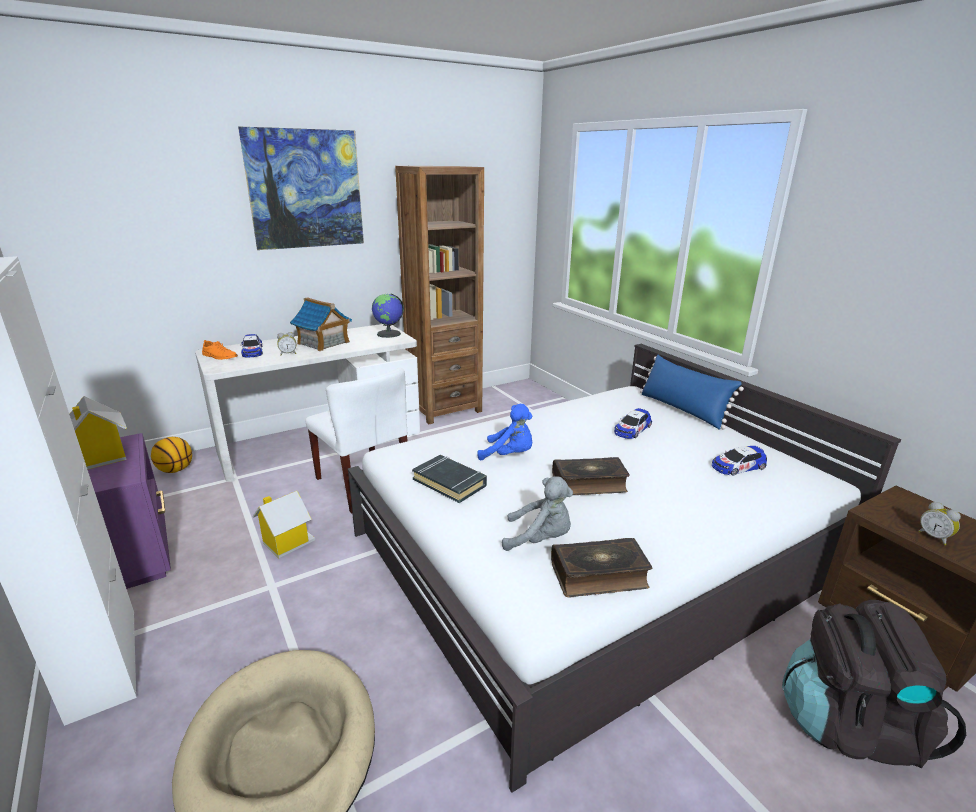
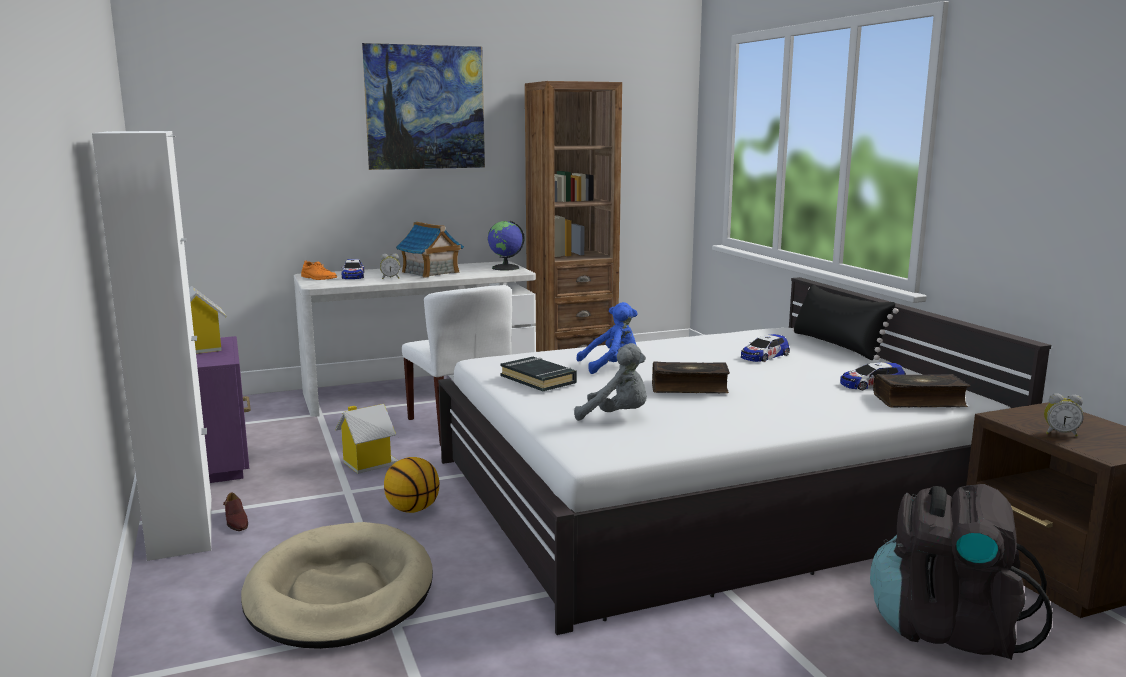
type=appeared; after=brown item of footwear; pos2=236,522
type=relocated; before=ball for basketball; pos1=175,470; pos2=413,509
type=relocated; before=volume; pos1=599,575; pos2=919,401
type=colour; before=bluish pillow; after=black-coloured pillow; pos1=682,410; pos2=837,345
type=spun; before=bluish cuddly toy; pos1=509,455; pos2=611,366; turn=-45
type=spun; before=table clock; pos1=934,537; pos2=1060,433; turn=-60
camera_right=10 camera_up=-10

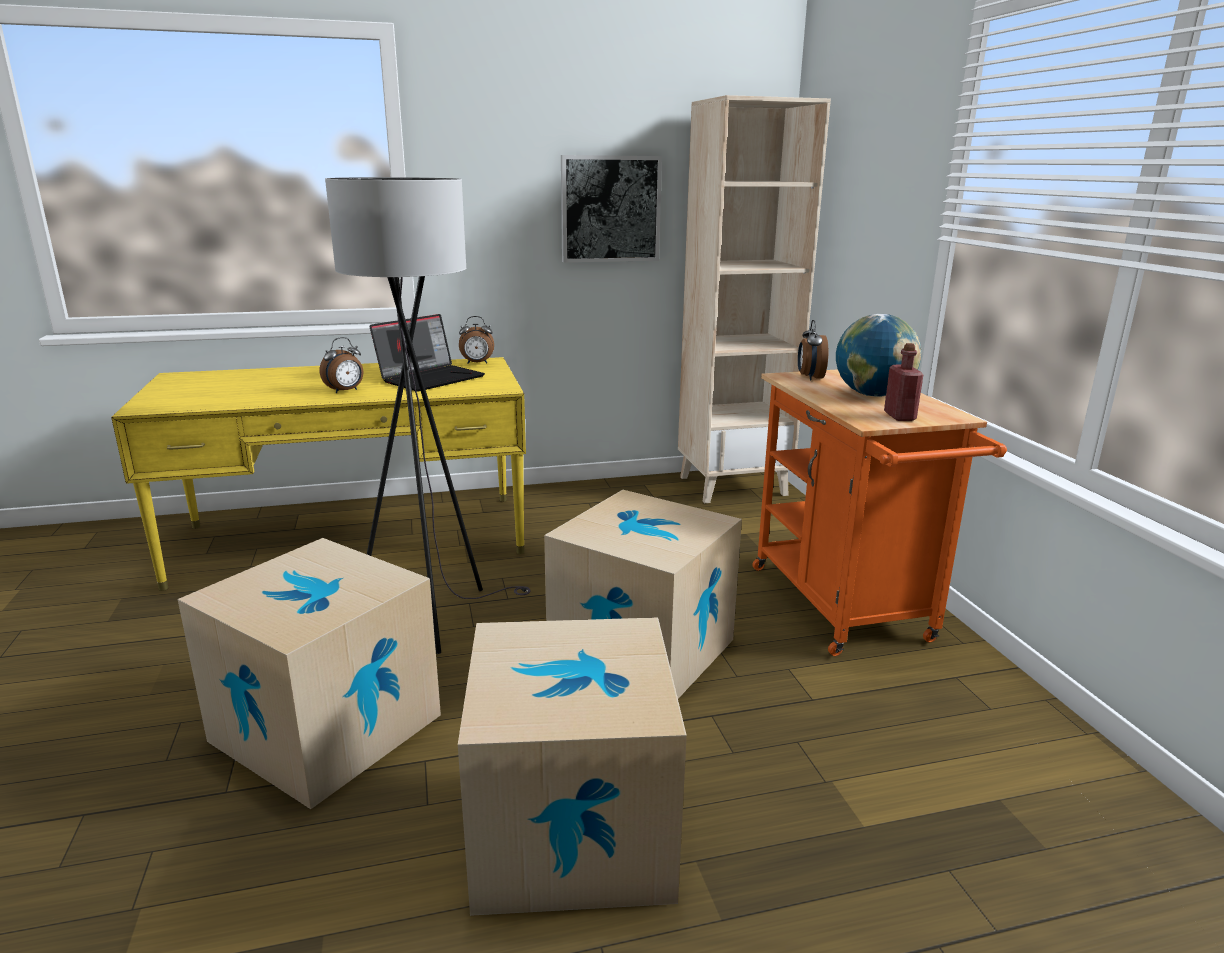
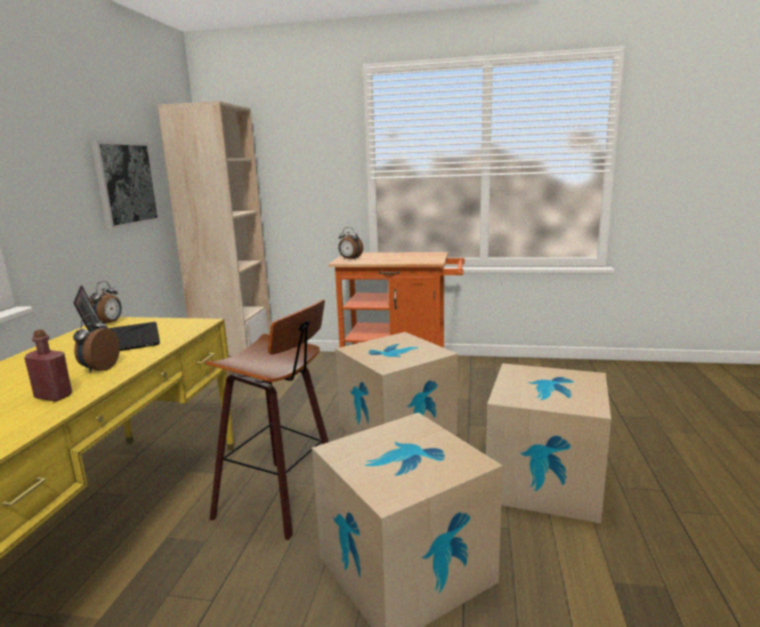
type=missing; before=globe; pos1=872,395
type=relocated; before=red bottle; pos1=899,416; pos2=53,396
type=exchanged; before=gray standard lamp; after=stool; pos1=434,613; pos2=283,499
type=spun; before=table clock; pos1=345,391; pos2=99,369; turn=-150
camera_right=-65 camera_up=-5

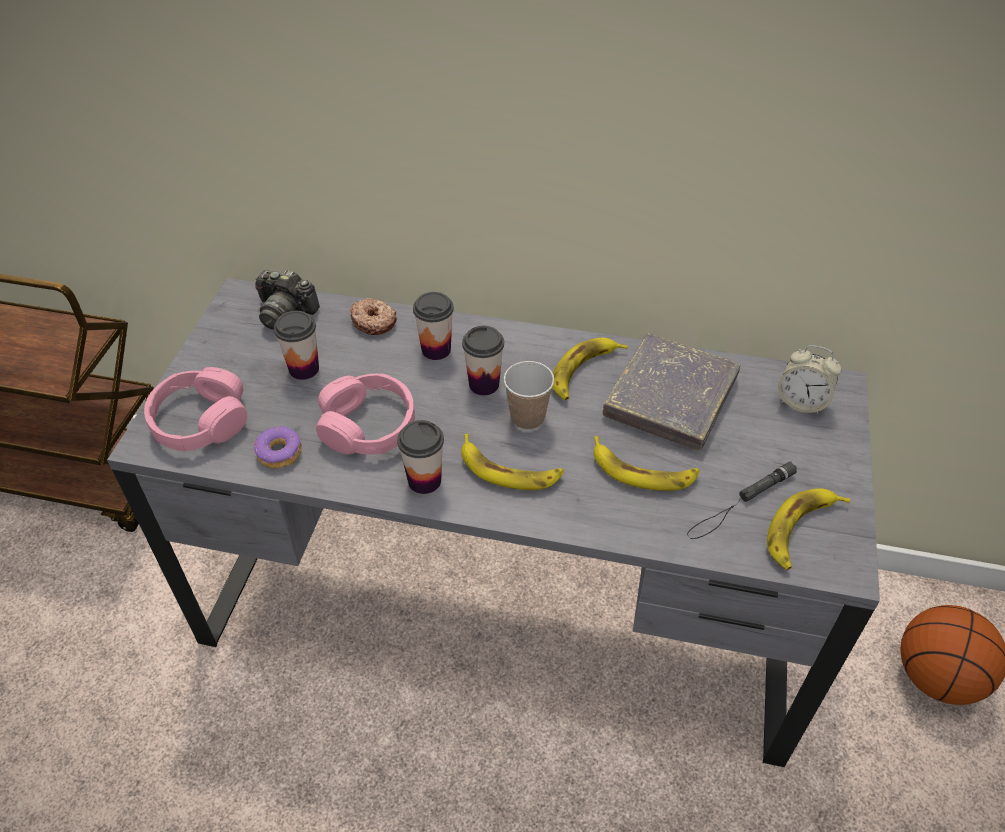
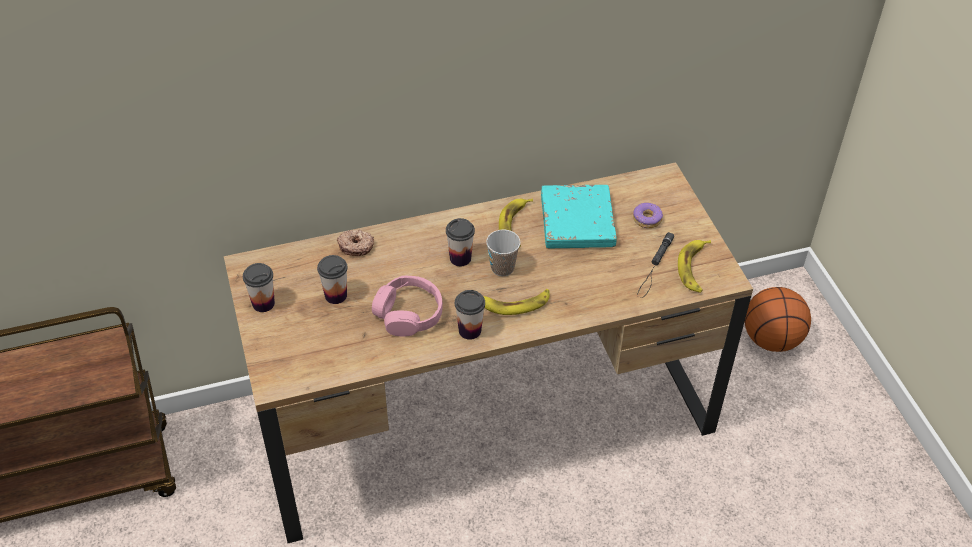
type=missing; before=pinkish pair of headphones; pos1=200,421
type=missing; before=still camera; pos1=285,312
type=missing; before=banana fruit; pos1=642,471
type=missing; before=table clock; pos1=801,402
type=relocated; before=ring doughnut; pos1=280,453; pos2=647,219
type=relocated; before=small cup; pos1=436,350; pos2=263,303
type=colour; before=gray desk; after=brown desk; pos1=502,602; pos2=484,417
type=colour; before=gray volume; after=blue-green volume; pos1=671,397; pos2=577,221
camera_right=-30 camera_up=0

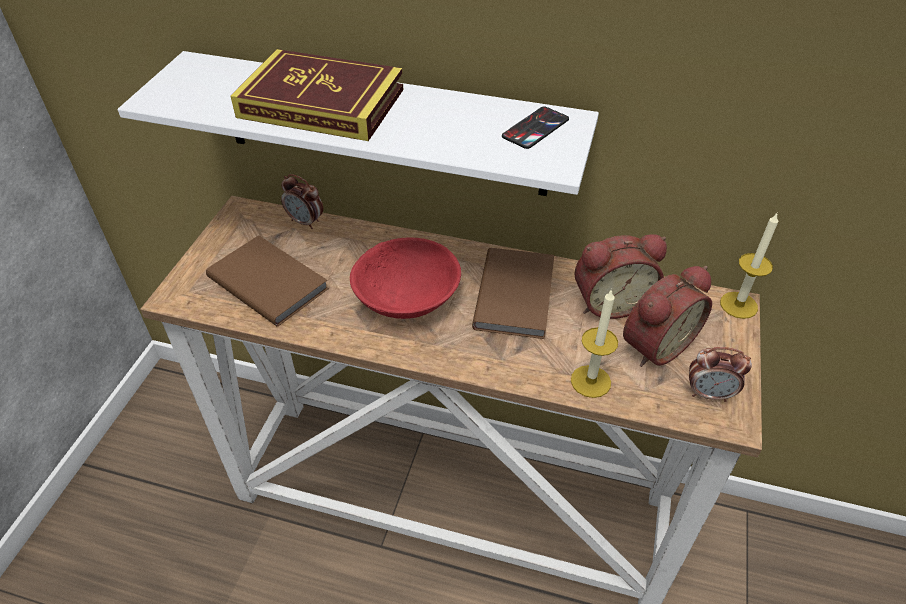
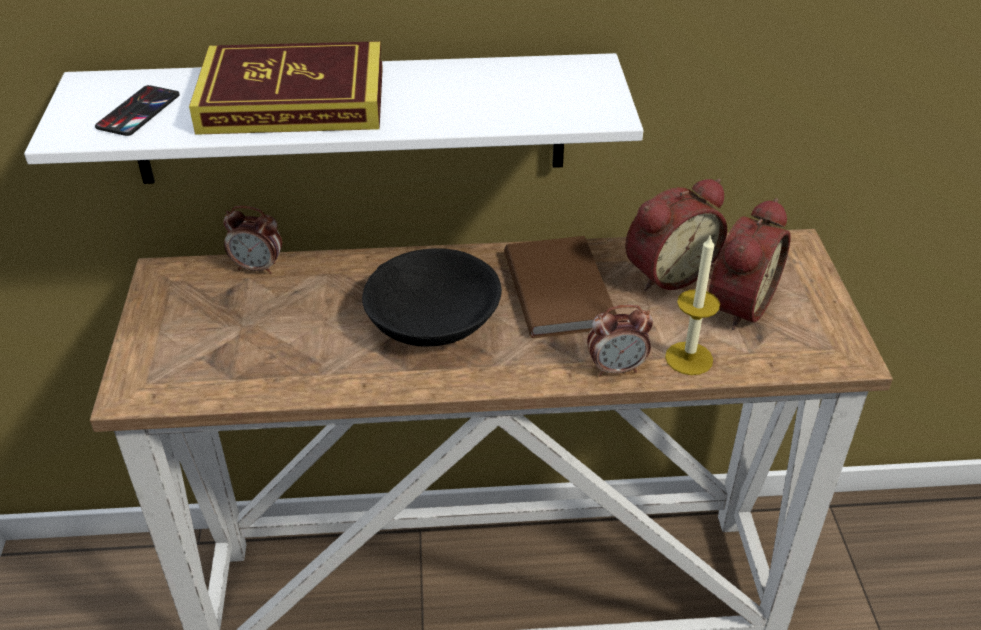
type=missing; before=brown volume; pos1=269,281
type=missing; before=wax candle; pos1=738,305
type=relocated; before=handset; pos1=535,128; pos2=138,111
type=relocated; before=table clock; pos1=709,393; pos2=616,368
type=colour; before=red deep dish; after=black-coloured deep dish; pos1=407,296; pos2=433,321
camera_right=-20 camera_up=-5

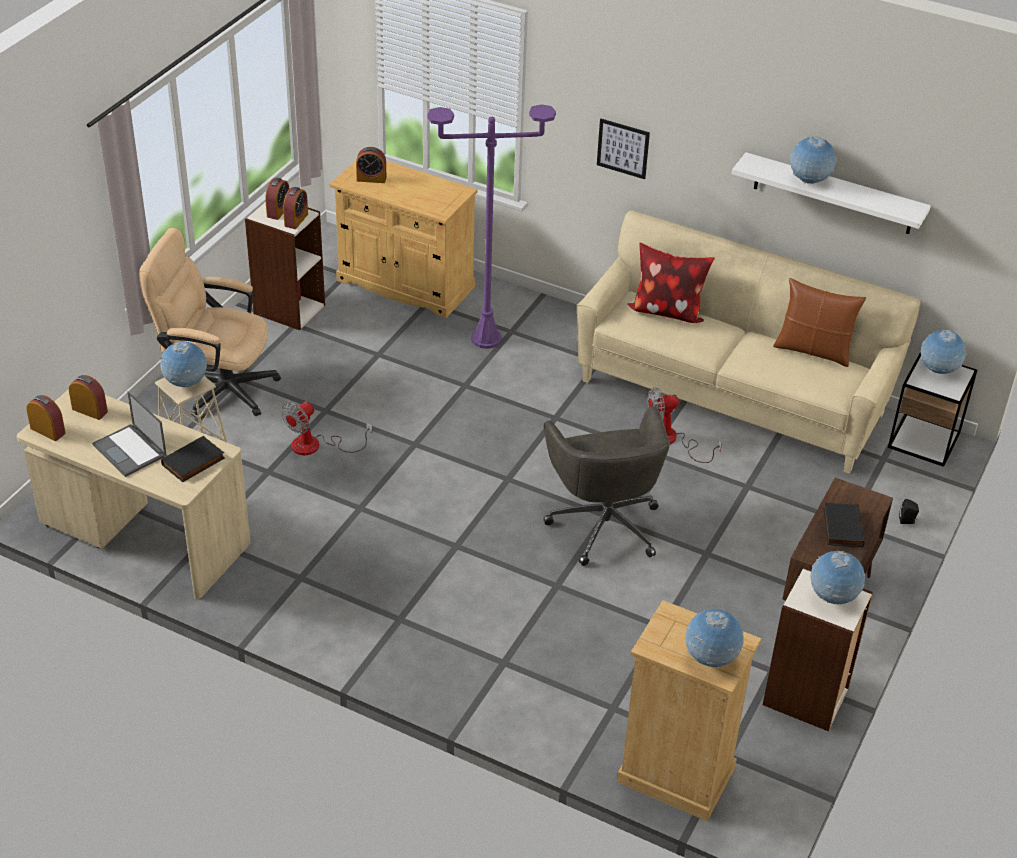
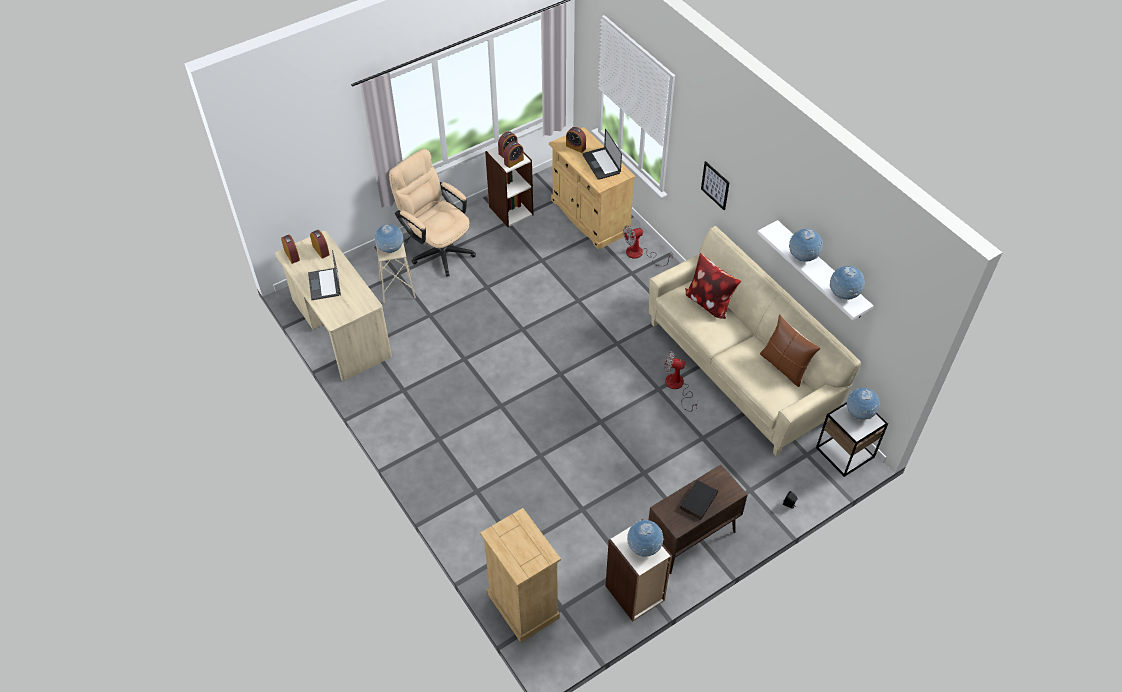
type=missing; before=black-coloured volume; pos1=194,462
type=missing; before=purple-coloured standard lamp; pos1=486,339
type=missing; before=gray computer chair; pos1=604,523
type=appeared; after=portable computer; pos2=601,164
type=relocated; before=electric fan; pos1=316,446; pos2=640,254
type=relocated; before=globe; pos1=711,659; pos2=843,295
camera_right=30 camera_up=10

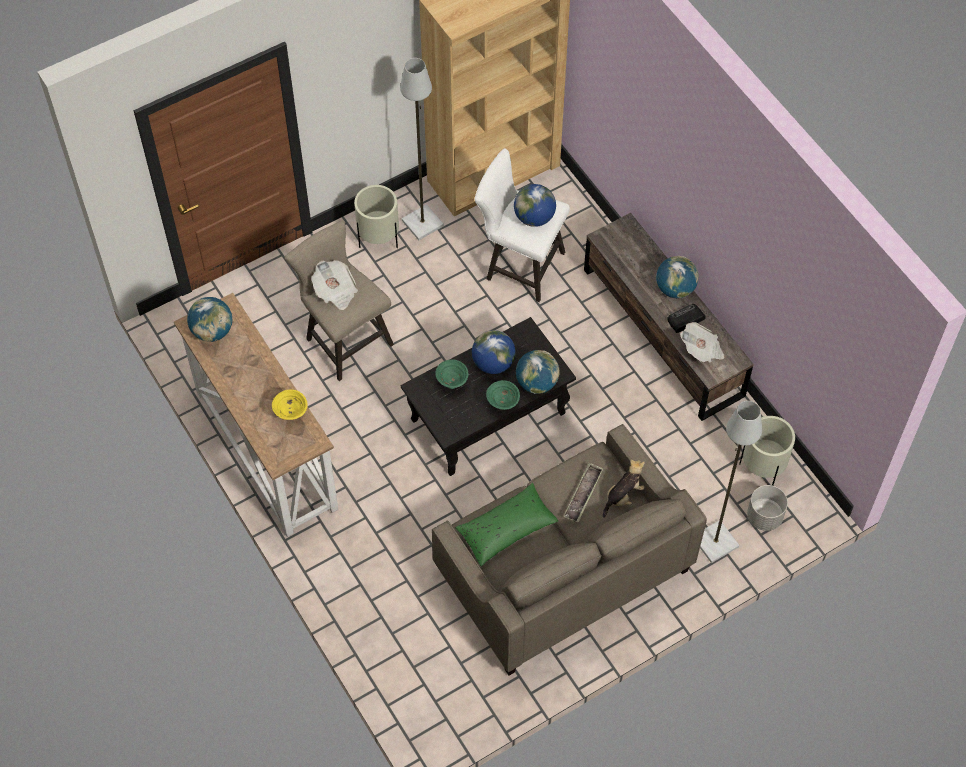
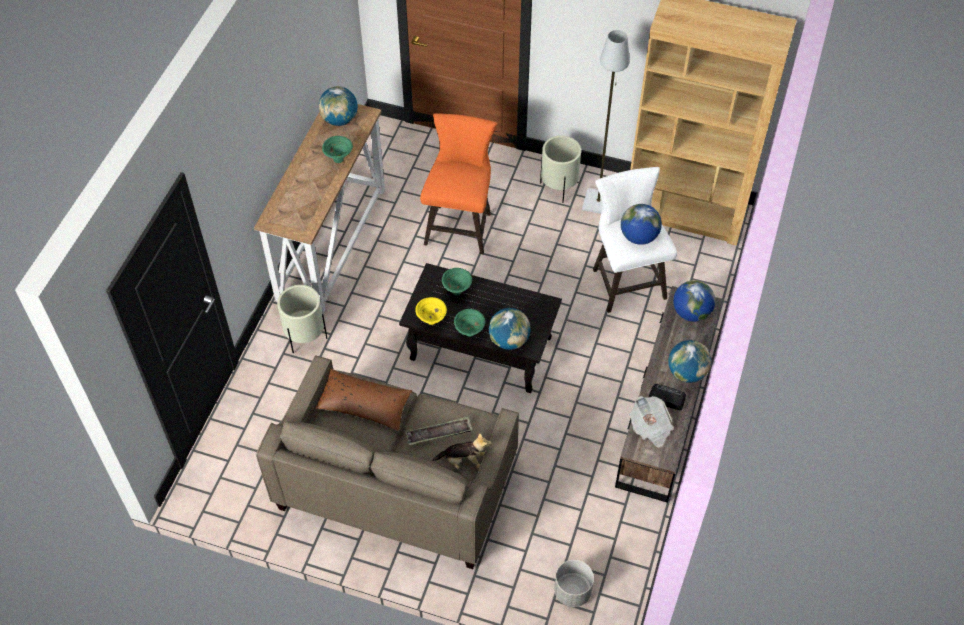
type=missing; before=newspaper; pos1=335,291
type=missing; before=gray standard lamp; pos1=715,543
type=appeared; after=green-coloured deep dish; pos2=339,159
type=relocated; before=yellow-coloured deep dish; pos1=292,415; pos2=432,321
type=relocated; before=globe; pos1=493,363; pos2=691,313
type=relocated; before=sand-coloured plant pot; pos1=763,468; pos2=305,338
type=colour; before=sand-coloured stool; after=orange stool; pos1=344,338; pos2=460,225
type=colour; before=green-coloured pillow; after=brown pillow; pos1=506,529; pos2=364,405
camera_right=50 camera_up=-5

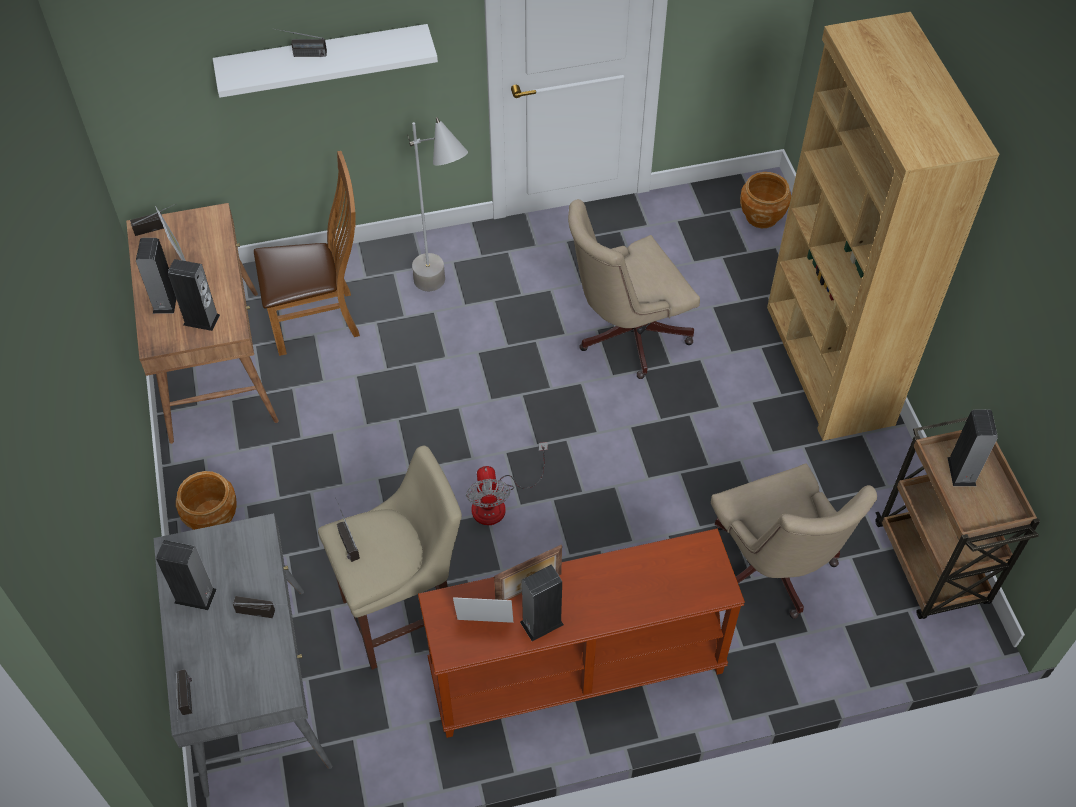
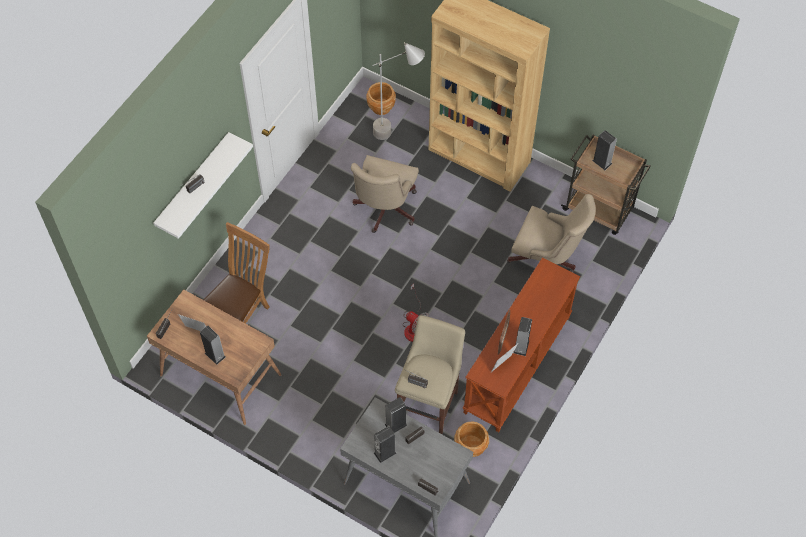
type=relocated; before=audio speaker; pos1=201,320; pos2=396,424
type=relocated; before=brown plant pot; pos1=213,518; pos2=471,446
type=relocated; before=gray standard lamp; pos1=444,295; pos2=397,134
camera_right=-45 camera_up=5

